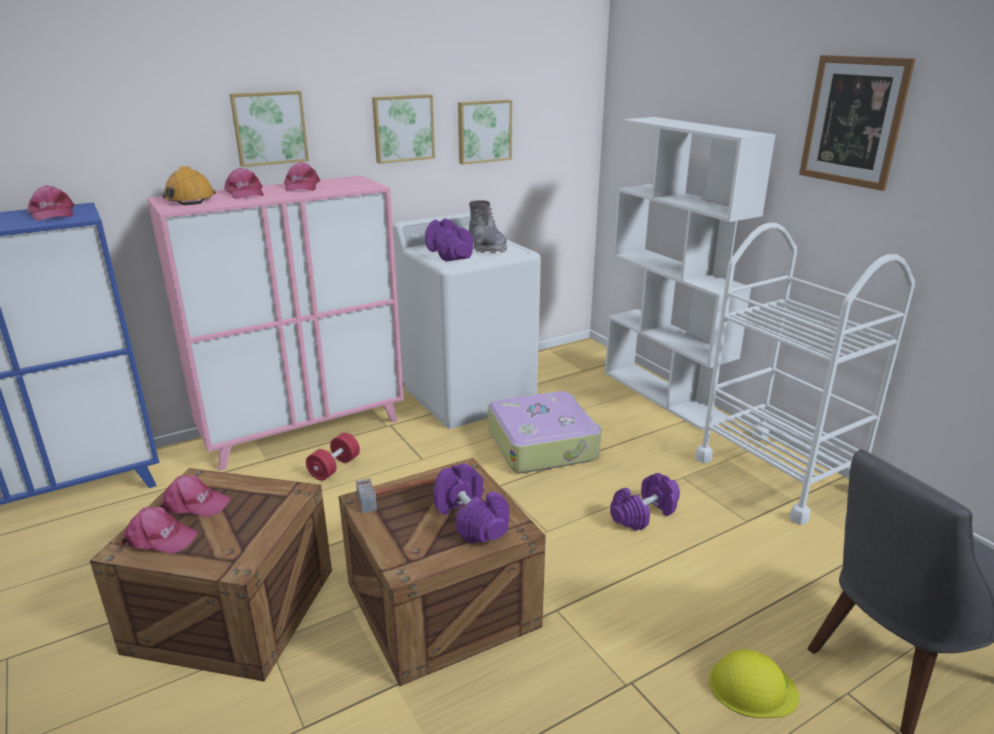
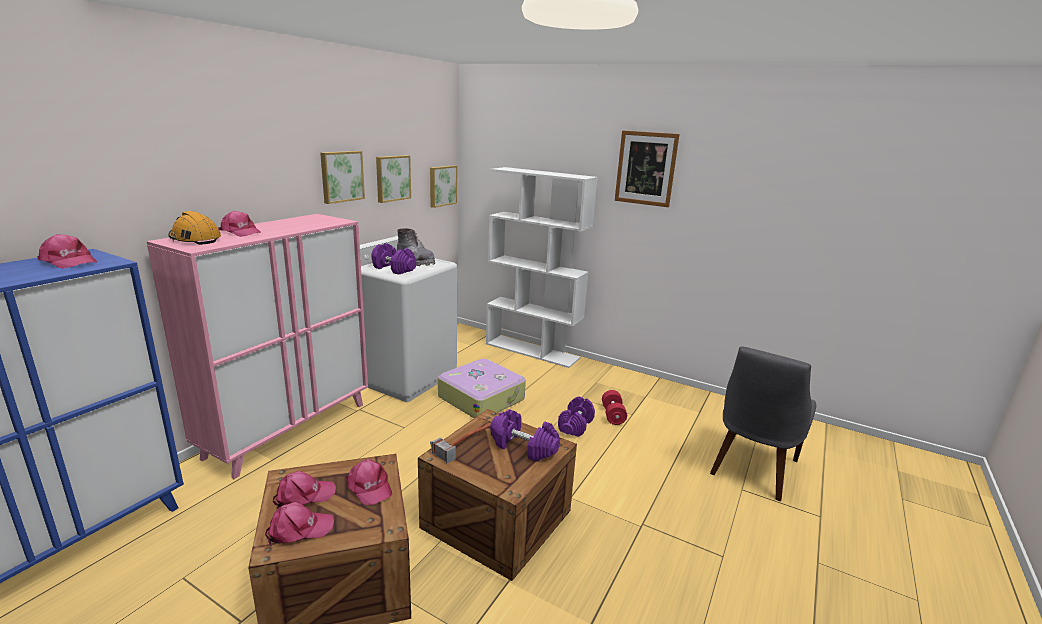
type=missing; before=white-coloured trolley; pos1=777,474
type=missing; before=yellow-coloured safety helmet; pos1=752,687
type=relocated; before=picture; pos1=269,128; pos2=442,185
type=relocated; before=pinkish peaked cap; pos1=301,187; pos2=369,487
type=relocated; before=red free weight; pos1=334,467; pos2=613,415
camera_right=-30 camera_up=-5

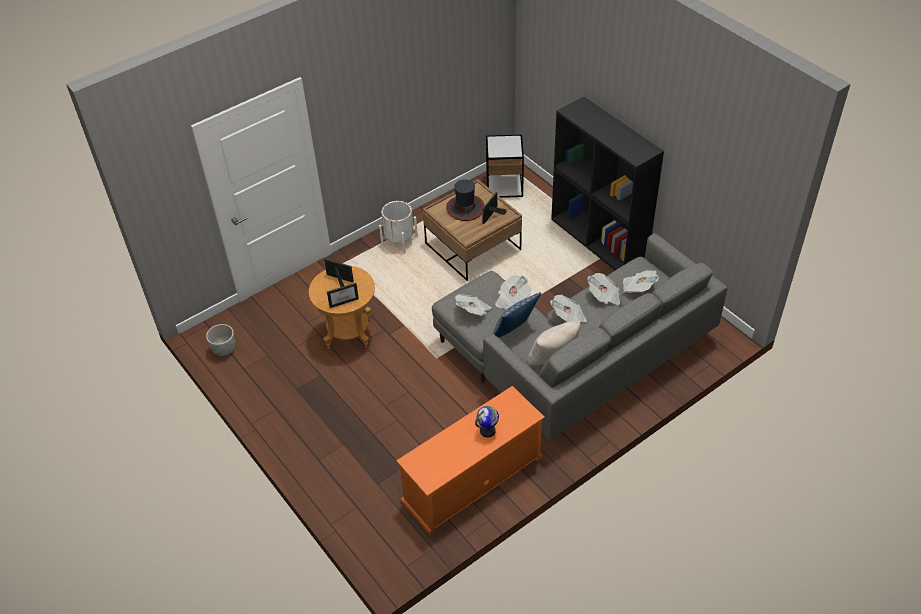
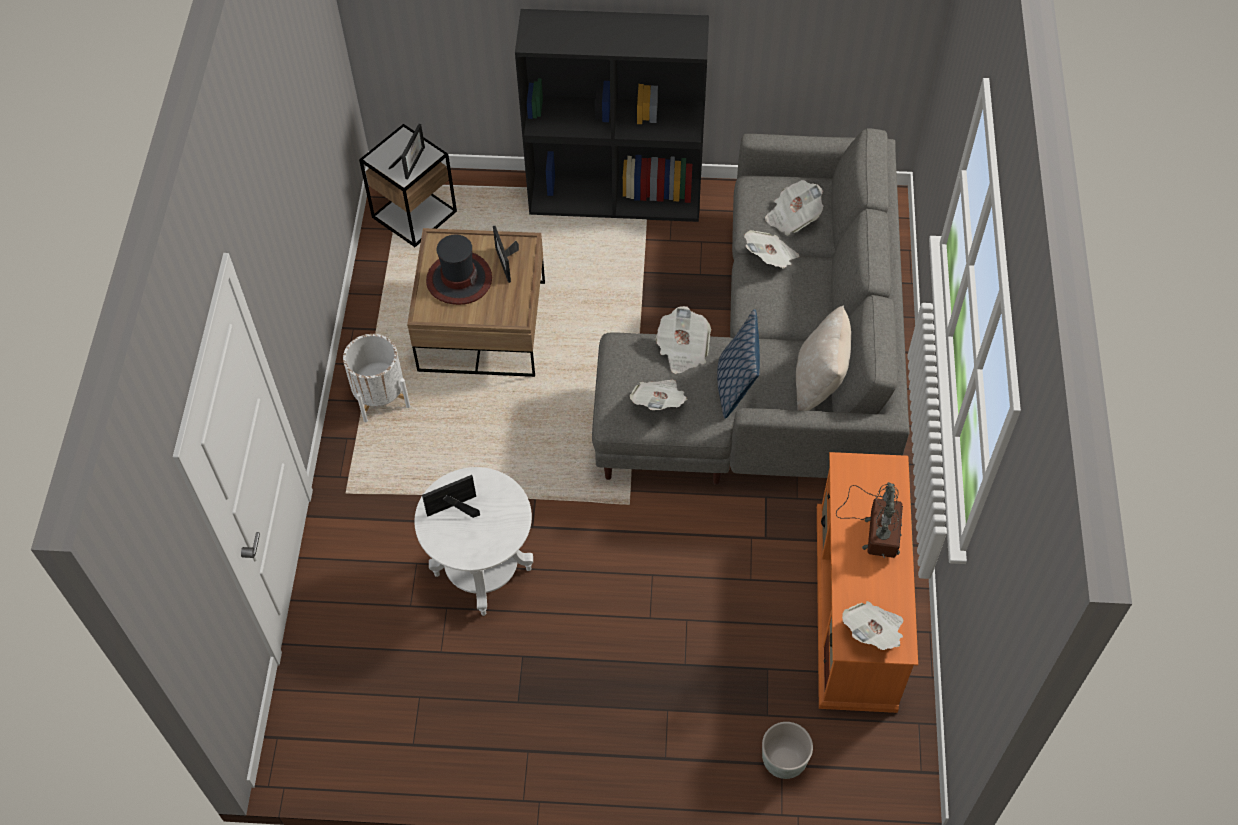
type=relocated; before=gray plant pot; pos1=224,350; pos2=784,762
type=relocated; before=photo frame; pos1=343,300; pos2=411,161
type=relocated; before=newspaper; pos1=568,316; pos2=873,632
type=exchanged; before=globe; after=tabletop lamp; pos1=488,431; pos2=877,528
type=colour; before=brown end table; after=white-coloured end table; pos1=349,333; pos2=482,571
camera_right=-50 camera_up=10

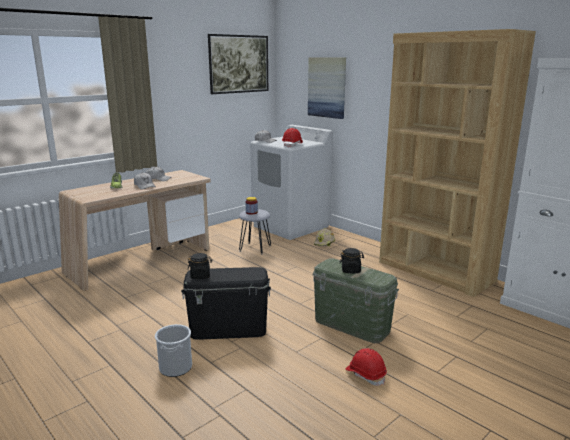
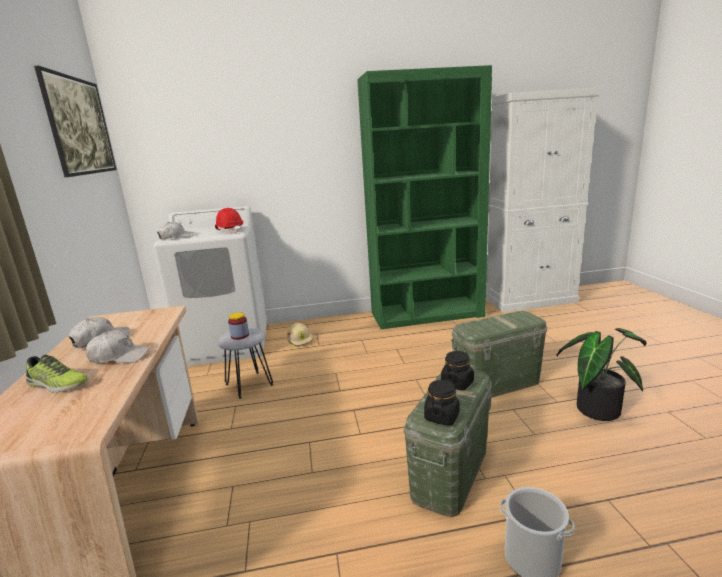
type=missing; before=picture; pos1=327,87
type=relocated; before=black-coloured preserve jar; pos1=351,270; pos2=457,383
type=exchanged; before=red safety helmet; after=potted plant; pos1=365,374; pos2=595,407
type=colour; before=black-coloured storage box; after=green-coloured storage box; pos1=228,329; pos2=450,471
type=colour; before=brown bookcase; after=green-coloured bookcase; pos1=435,271; pos2=427,314
camera_right=-55 camera_up=0

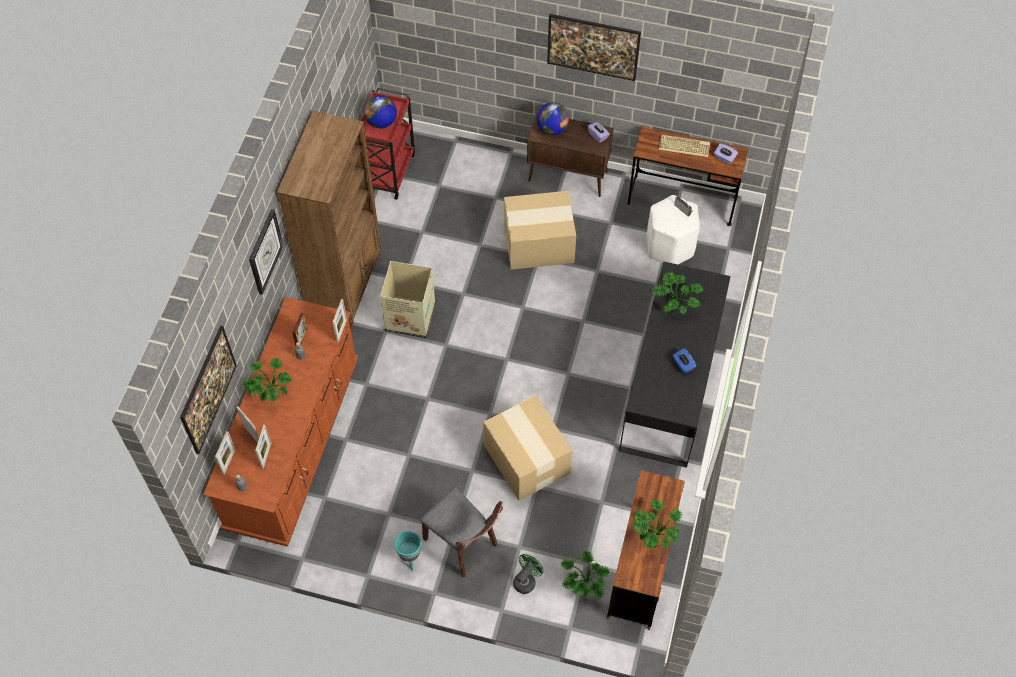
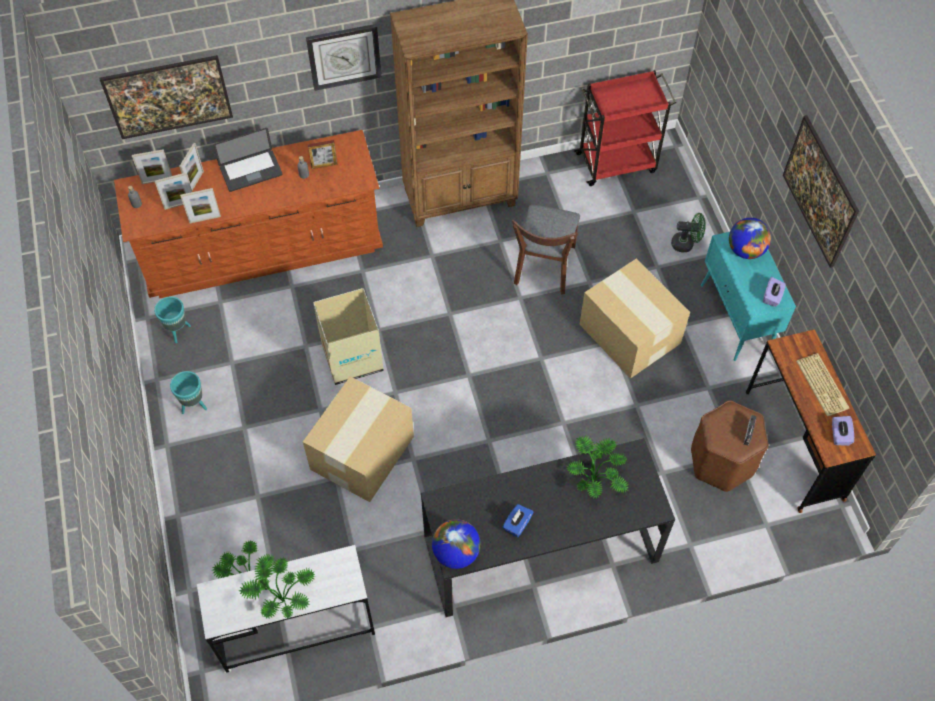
type=appeared; after=blue-green plant pot; pos2=178,331
type=relocated; before=photo frame; pos1=341,330; pos2=205,219
type=relocated; before=globe; pos1=381,122; pos2=456,552
type=relocated; before=cardboard box; pos1=409,317; pos2=352,357
type=relocated; before=brown upright chair; pos1=464,546; pos2=544,269
type=relocated; before=green-coloured electric fan; pos1=526,580; pos2=686,244
type=exchanged; before=potted plant; after=portable computer; pos1=270,391; pos2=251,171
type=colour; before=brown storage cabinet; after=blue-green storage cabinet; pos1=568,177; pos2=736,319
type=colour; before=brown desk; after=white-coloured desk; pos1=641,567; pos2=296,628
type=colour; before=white-coloured stool; after=brown stool; pos1=669,247; pos2=721,462
camera_right=60 camera_up=0

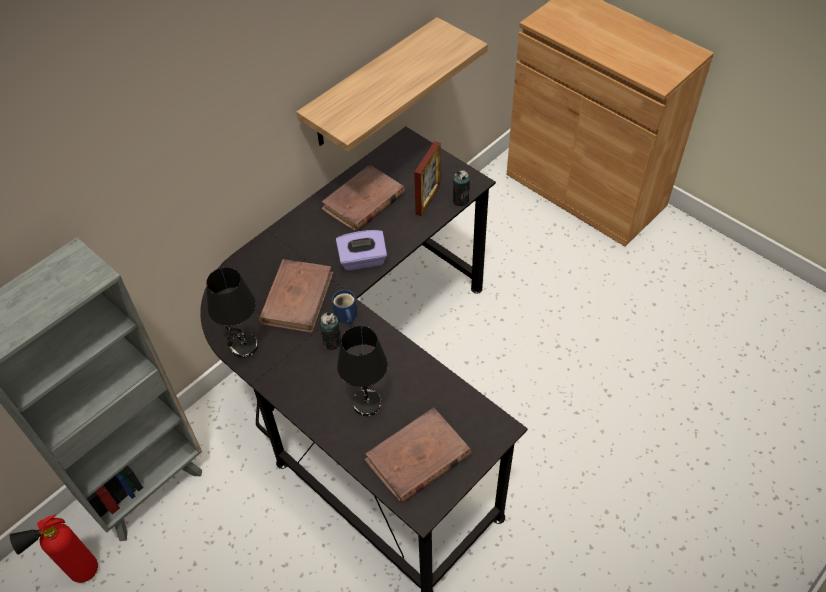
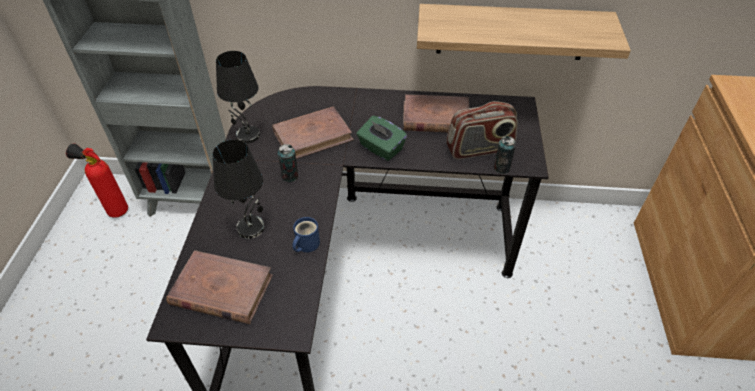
type=relocated; before=bluish coffee mug; pos1=345,316; pos2=305,244
type=exchanged; before=photo frame; after=radio; pos1=428,199; pos2=479,149
type=colour; before=purple-coloured tissue box; after=green-coloured tissue box; pos1=363,260; pos2=381,148
camera_right=50 camera_up=-5

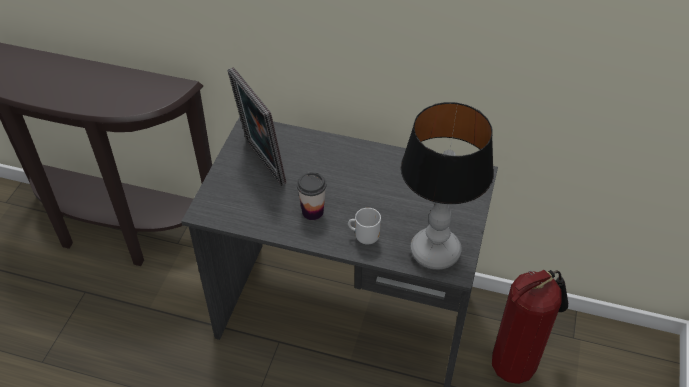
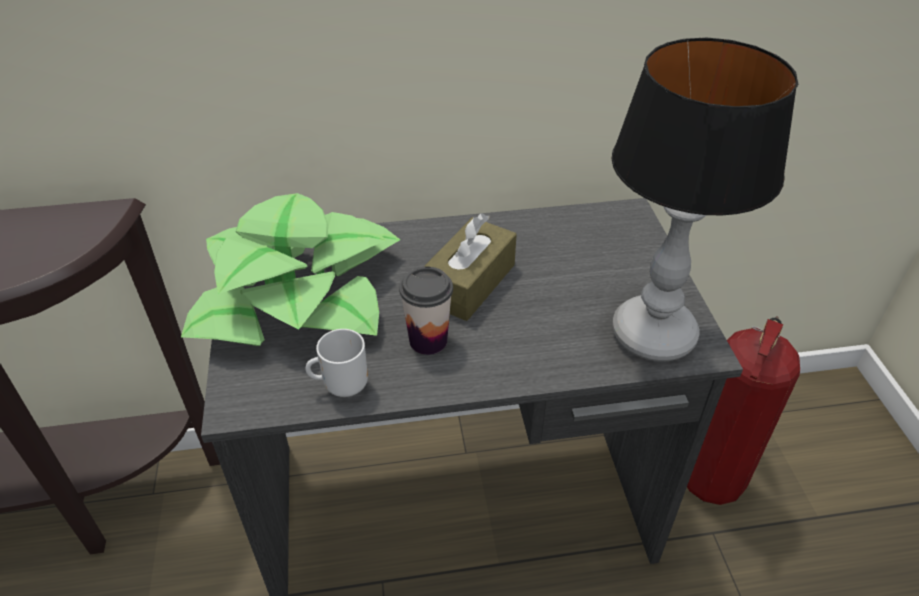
type=appeared; after=brown tissue box; pos2=469,283
type=relocated; before=coffee mug; pos1=365,237; pos2=343,385
type=exchanged; before=photo frame; after=potted plant; pos1=261,163; pos2=299,296
camera_right=-25 camera_up=-5

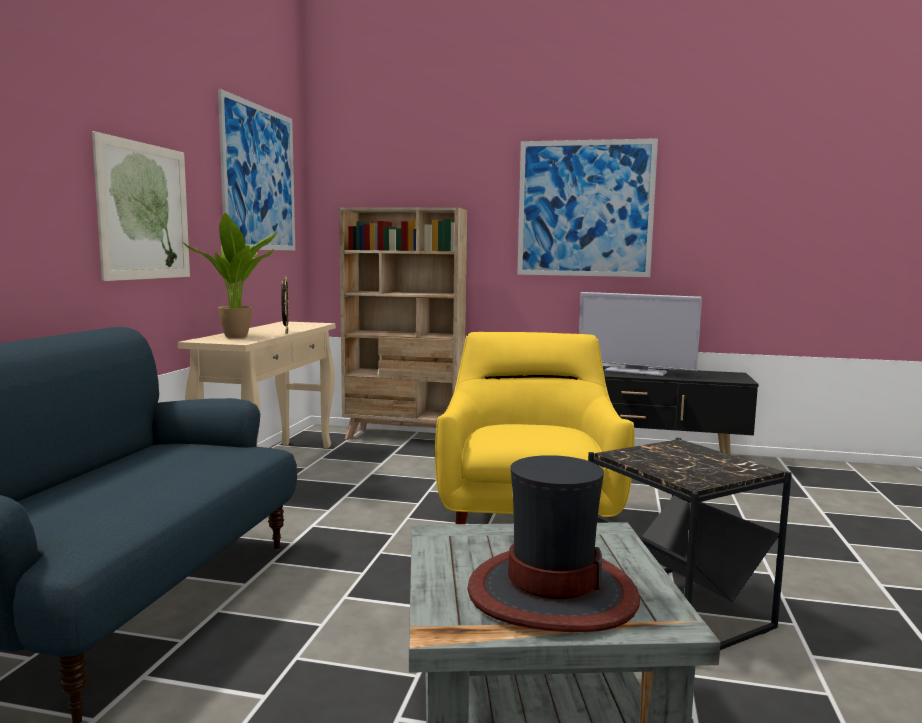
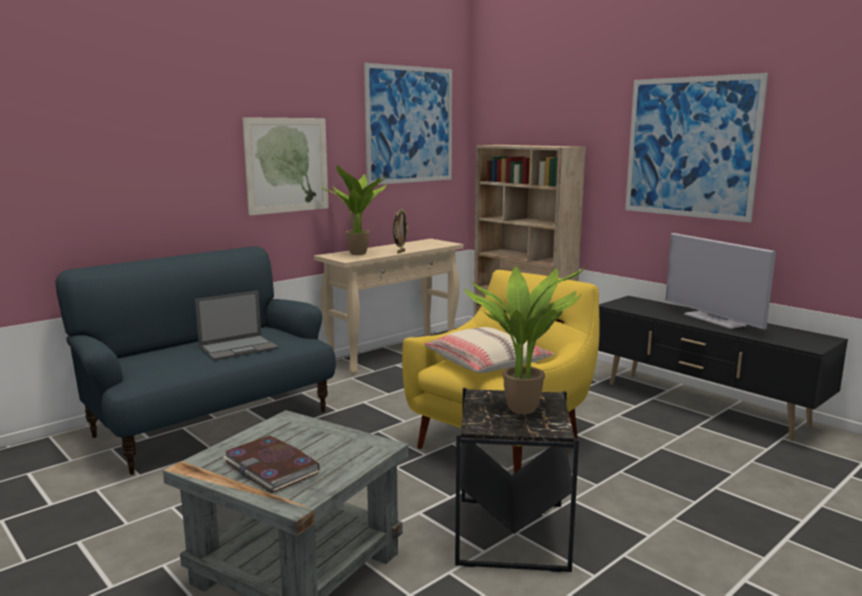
type=appeared; after=portable computer; pos2=239,347
type=appeared; after=sand-coloured pillow; pos2=487,363
type=appeared; after=potted plant; pos2=525,408
type=exchanged; before=wearable hat; after=volume; pos1=551,592; pos2=272,467
camera_right=35 camera_up=5

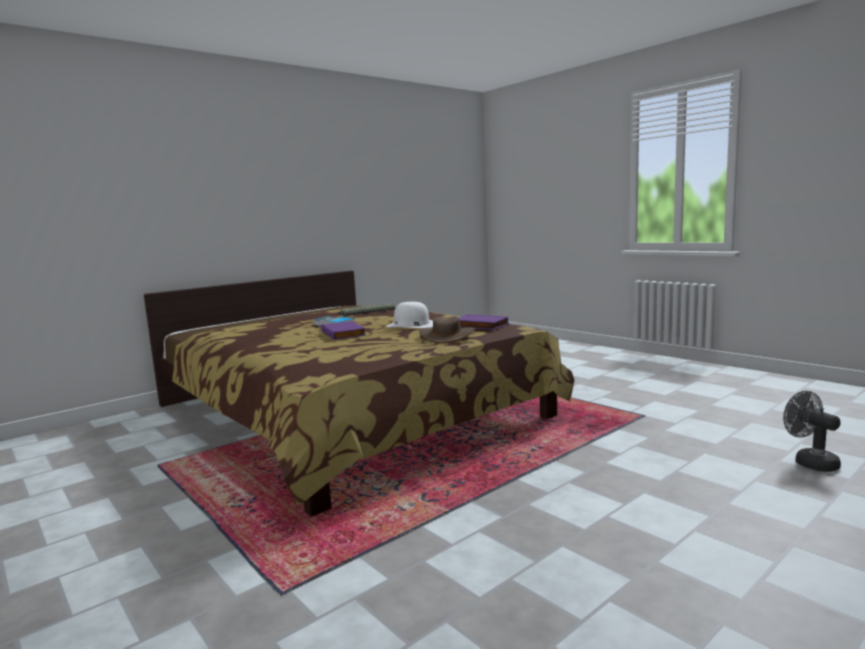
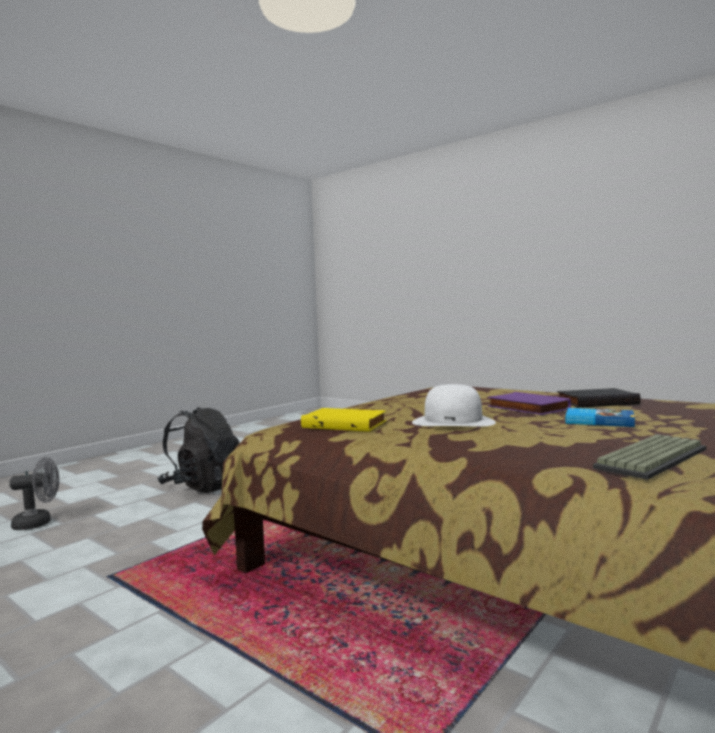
type=missing; before=brown wearable hat; pos1=447,336
type=appeared; after=black-coloured rucksack; pos2=203,486
type=appeared; after=black-coloured volume; pos2=596,402
type=colour; before=purple-coloured volume; after=yellow-coloured volume; pos1=479,326; pos2=345,424
type=spun; before=gray electric fan; pos1=810,462; pos2=38,523; turn=-75
camera_right=170 camera_up=-5

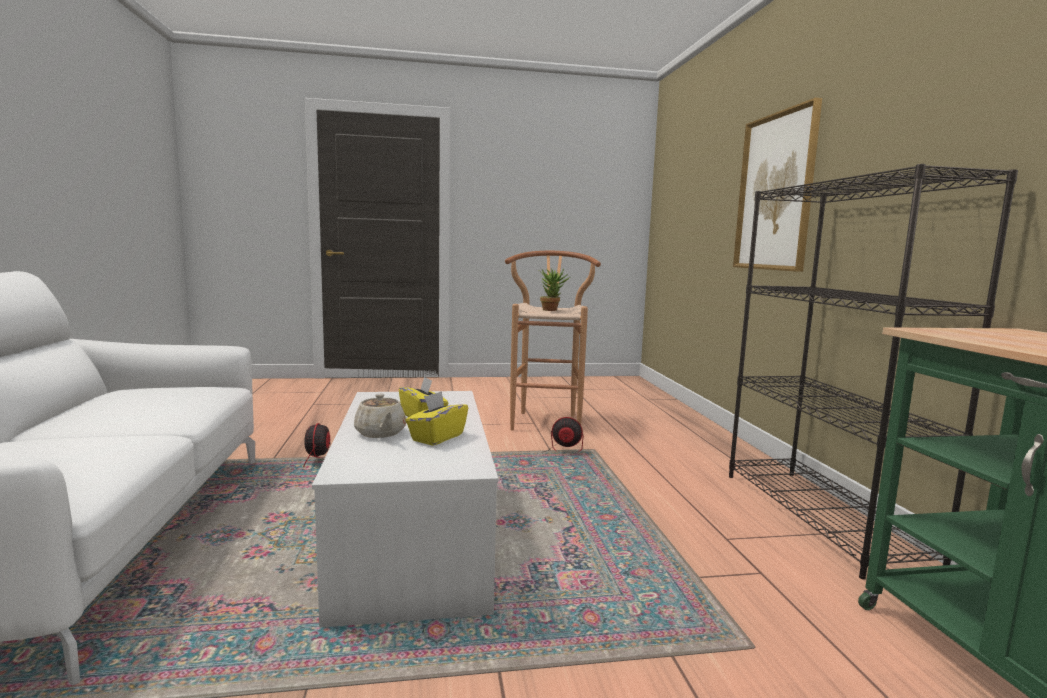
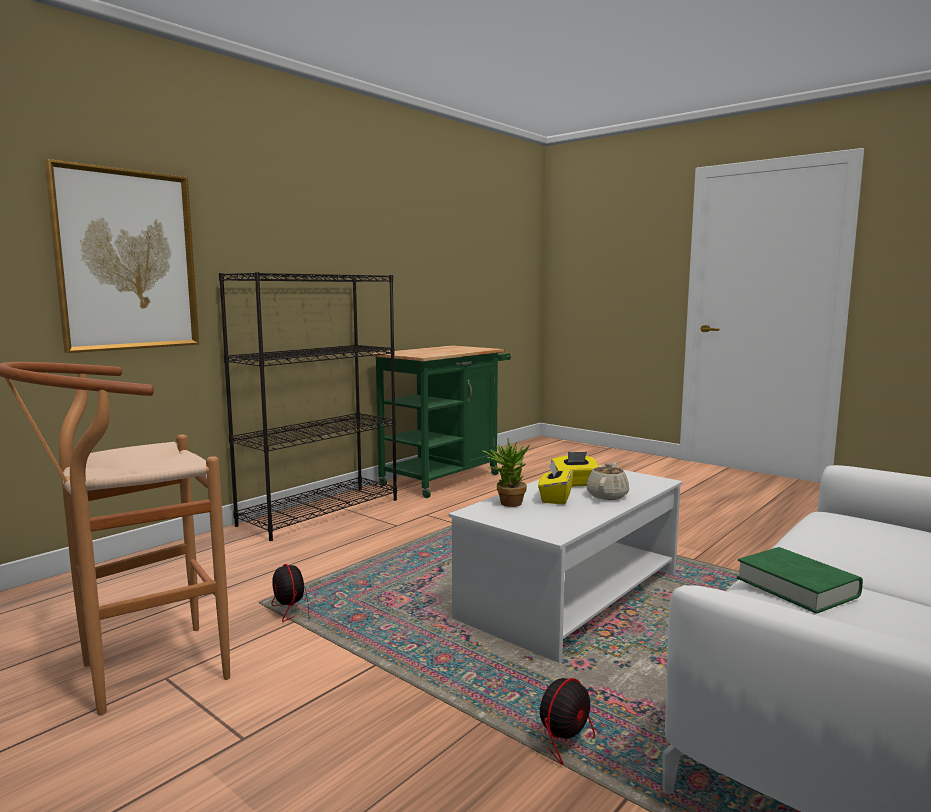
type=appeared; after=green-coloured volume; pos2=796,587
type=relocated; before=potted plant; pos1=552,310; pos2=506,503
camera_right=-130 camera_up=0

